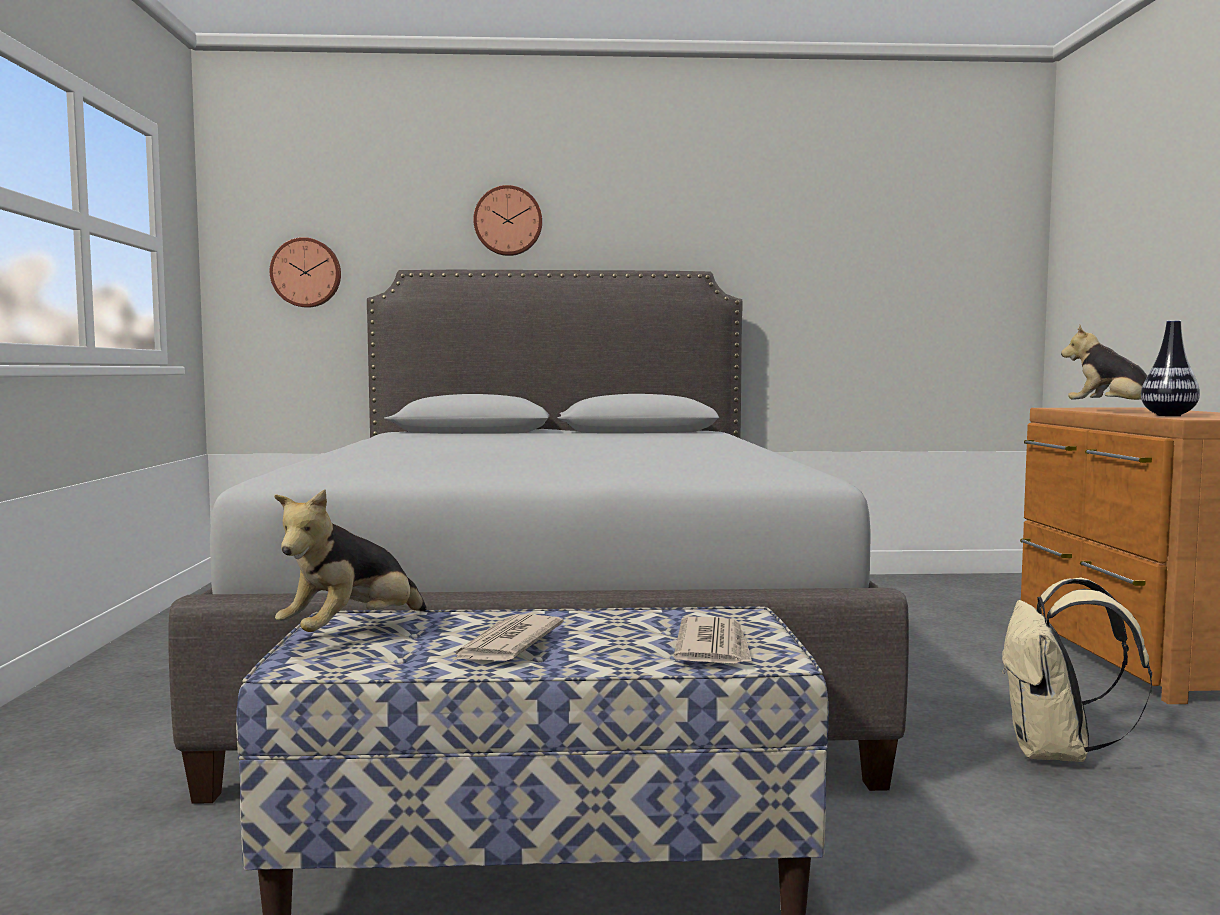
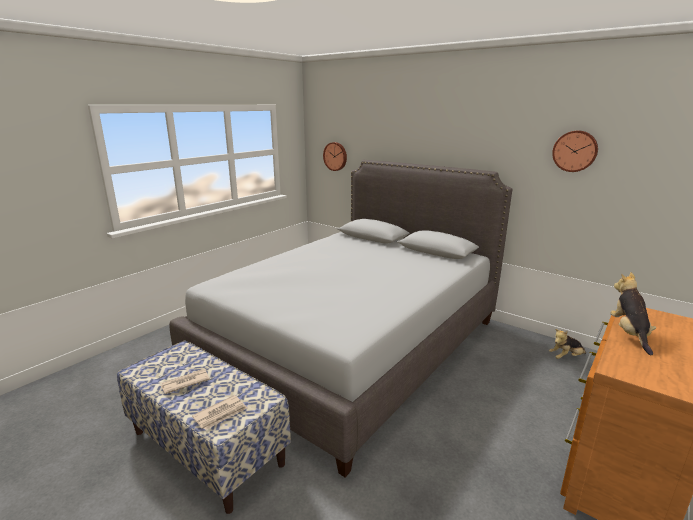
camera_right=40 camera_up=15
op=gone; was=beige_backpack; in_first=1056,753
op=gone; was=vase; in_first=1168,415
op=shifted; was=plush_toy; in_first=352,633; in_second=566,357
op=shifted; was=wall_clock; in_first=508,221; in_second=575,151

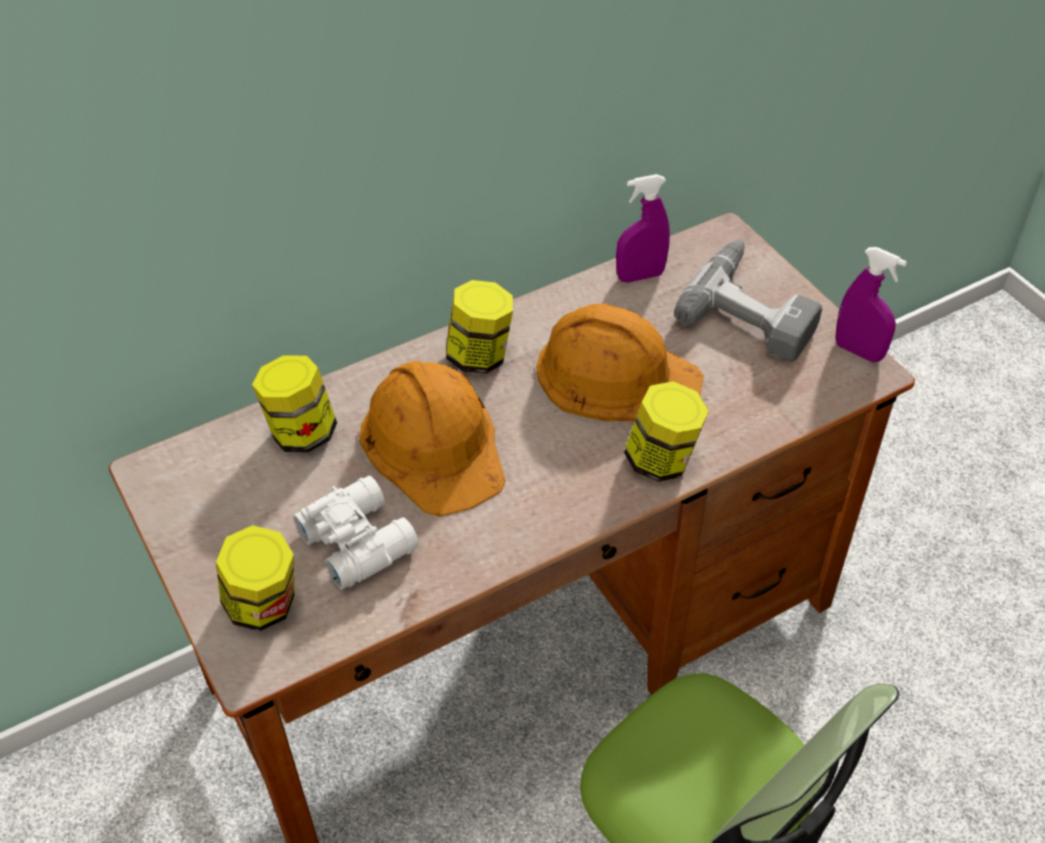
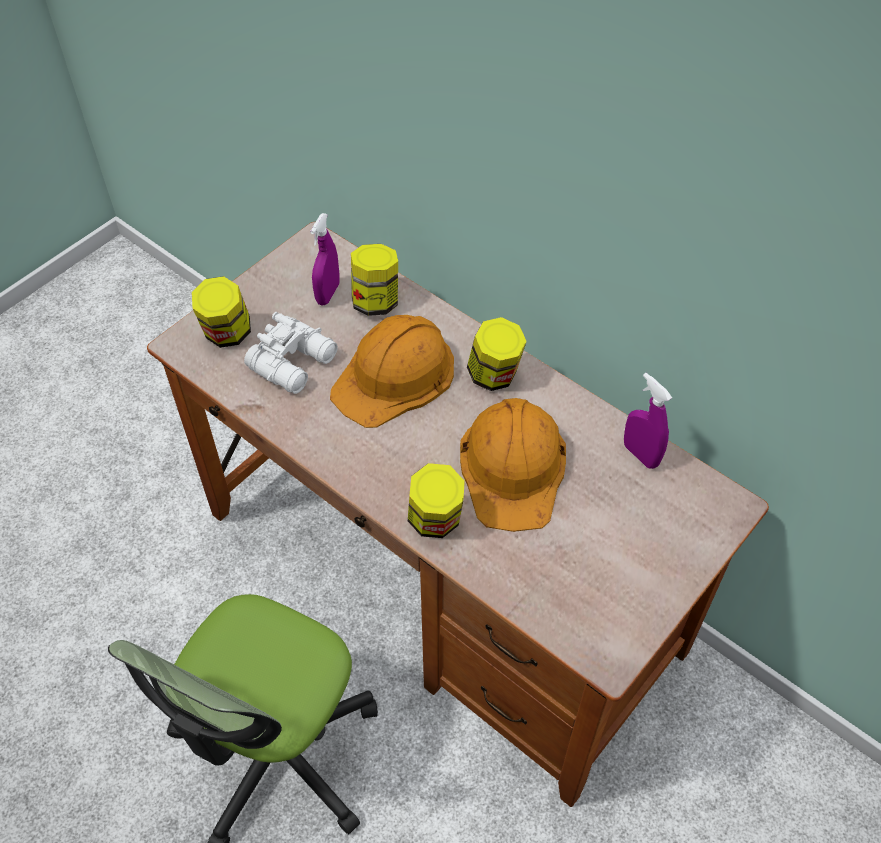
camera_right=70 camera_up=5
op=gone; was=power_drill; in_first=755,308
op=shifted; was=purple_spray_bottle; in_first=858,351; in_second=328,294

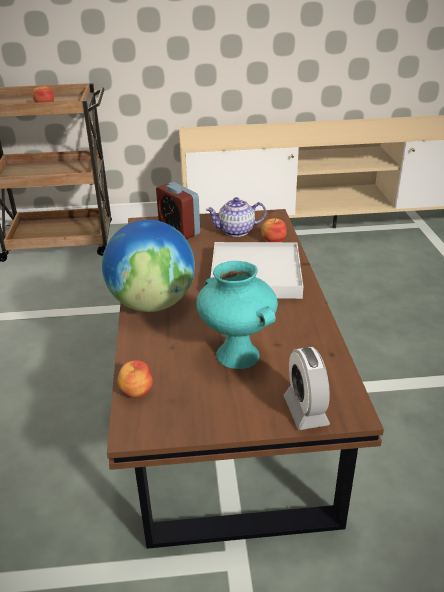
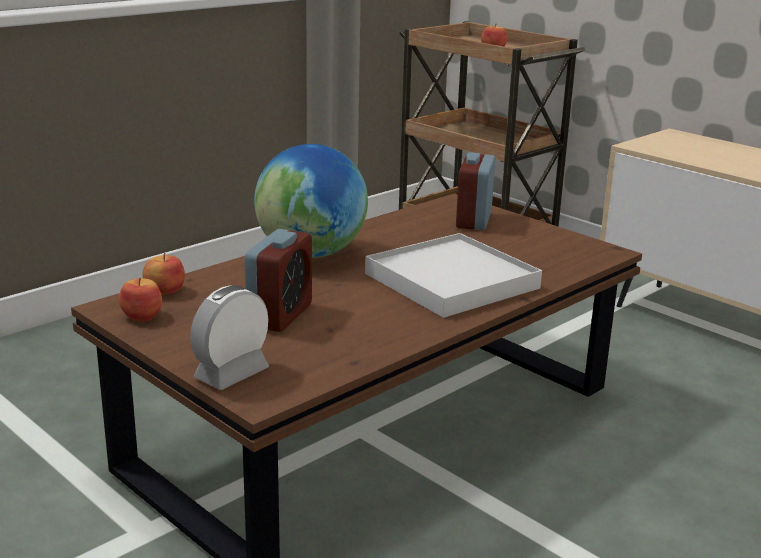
camera_right=50 camera_up=-10
op=gone; was=teapot; in_first=237,231
op=shifted; was=apple; in_first=273,240; in_second=142,316
op=swapped; was=turquoise_vase; now=alarm_clock; in_first=236,355; in_second=280,315

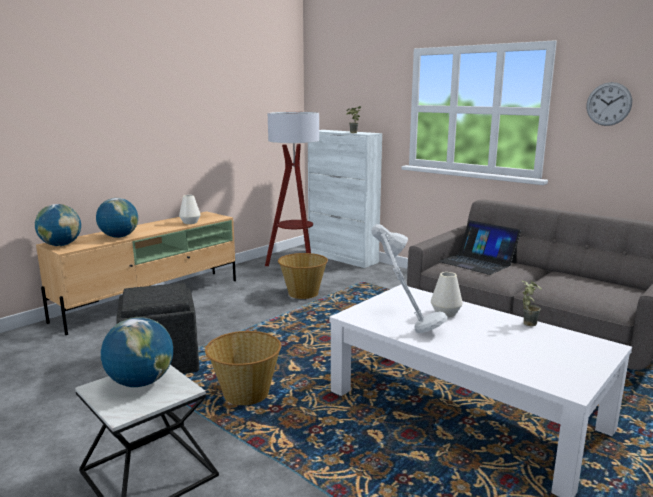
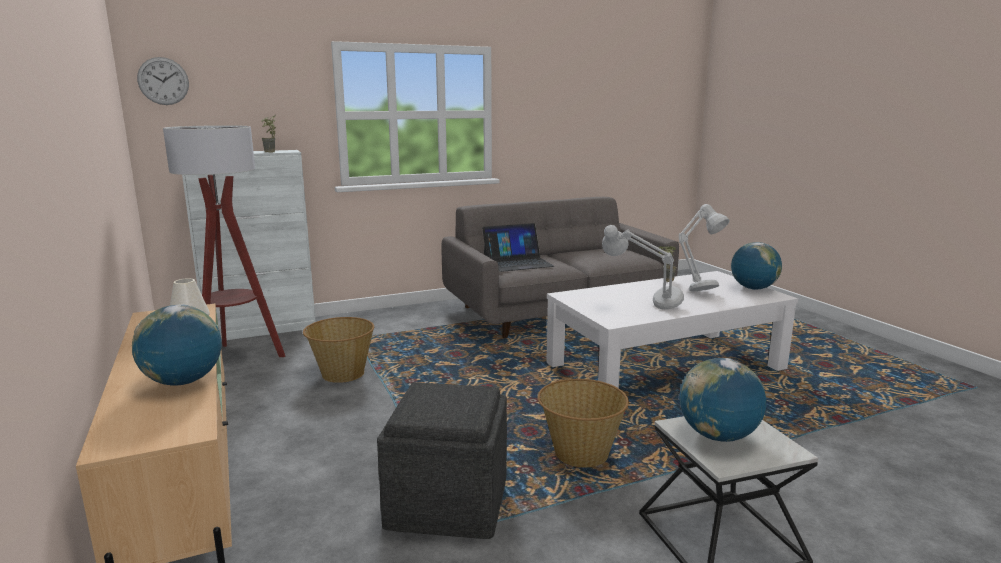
camera_right=-65 camera_up=0
op=gone; was=white_vase; in_first=445,313
op=new; now=grey_table_lamp; in_second=700,286
op=shifted; was=globe; in_first=61,245; in_second=753,288
op=shifted; was=wall_clock; in_first=608,104; in_second=163,81

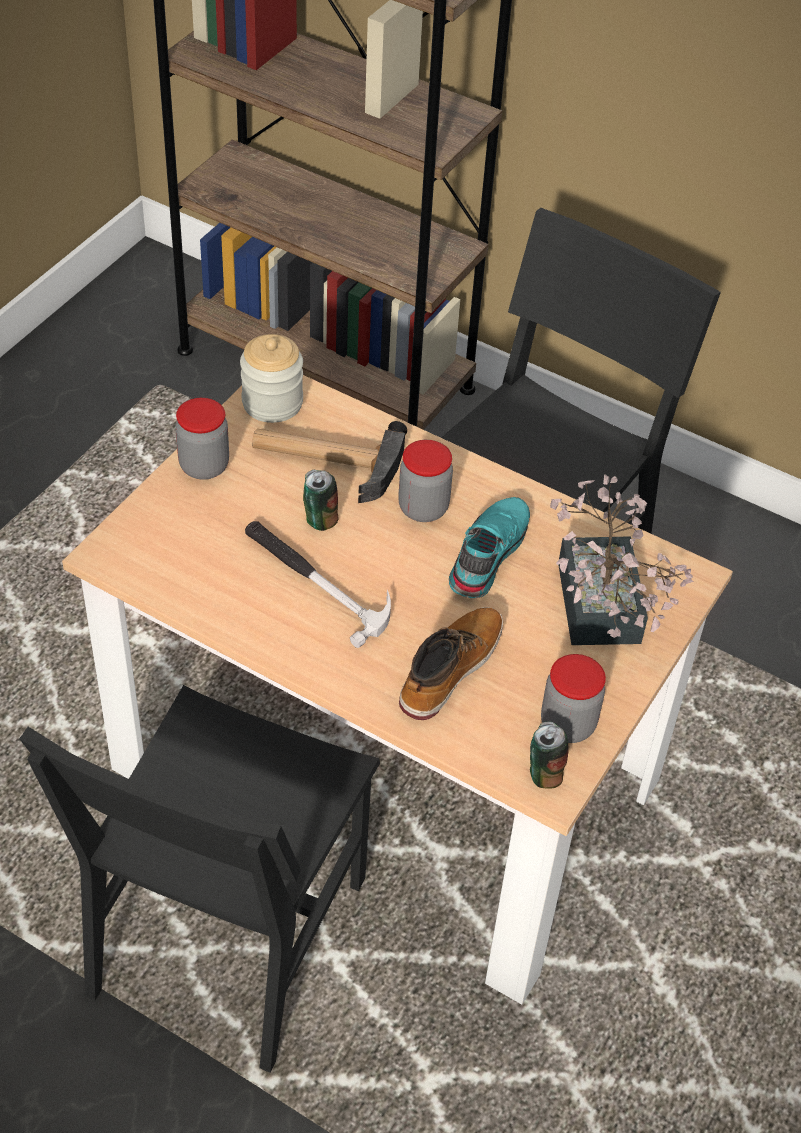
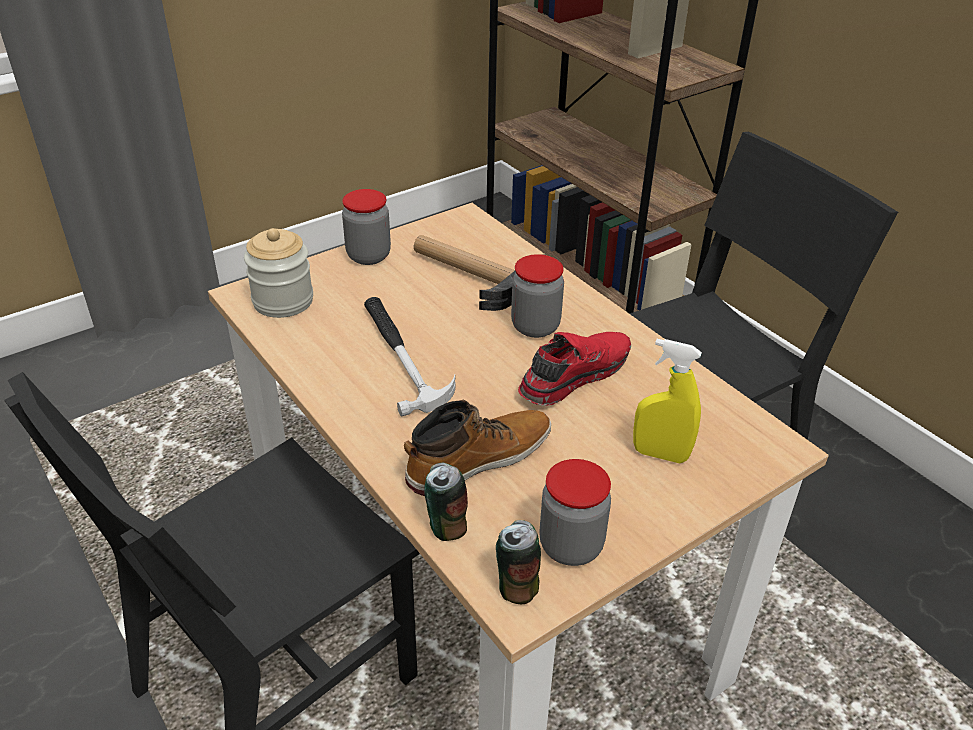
camera_right=25 camera_up=-10
op=shifted; was=jar; in_first=272,403; in_second=283,301
op=shifted; was=can; in_first=319,520; in_second=446,527
op=swapped; was=potted_plant; now=yellow_spray_bottle; in_first=599,614; in_second=660,454
op=repainted; was=turquoise_shoe; now=red_shoe; in_first=486,554; in_second=573,375

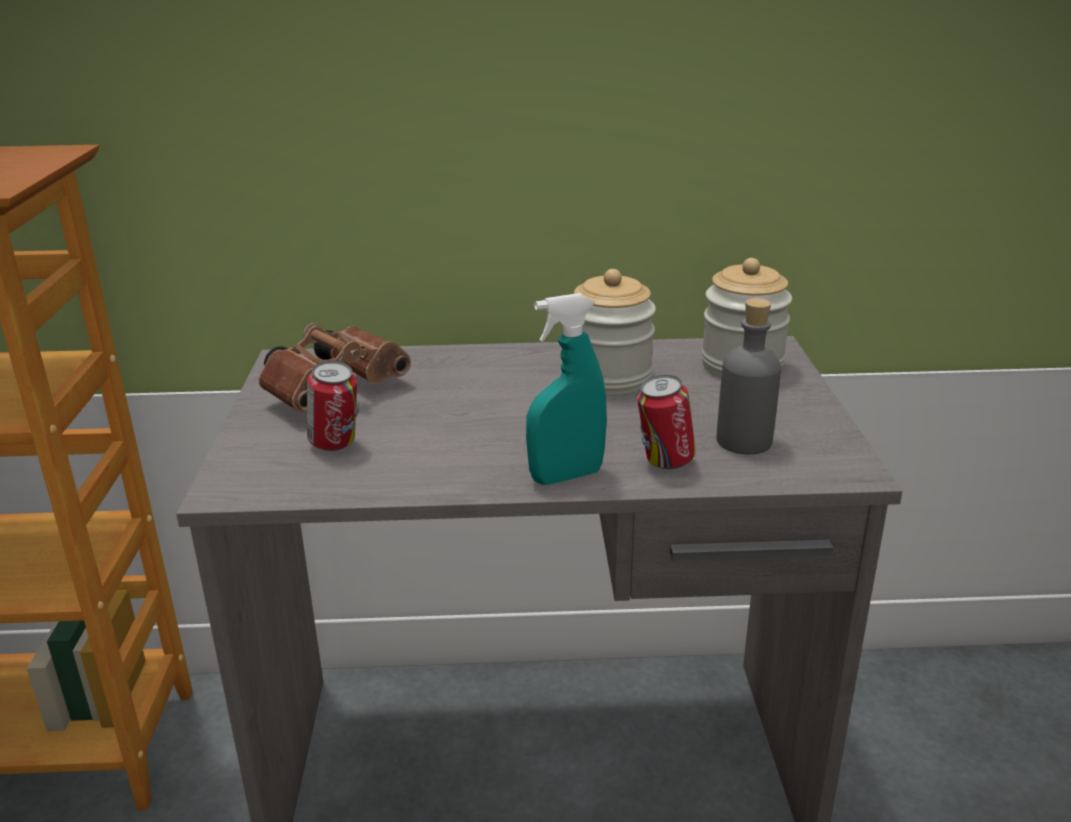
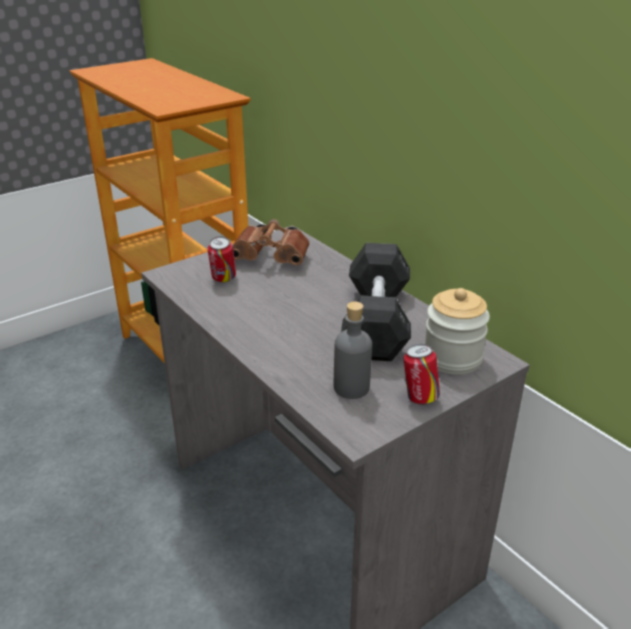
camera_right=55 camera_up=5
op=gone; was=turquoise_spray_bottle; in_first=566,476
op=shifted; was=can; in_first=664,463; in_second=419,398
op=swapped; was=jar; now=grey_dumbbell; in_first=610,378; in_second=376,321

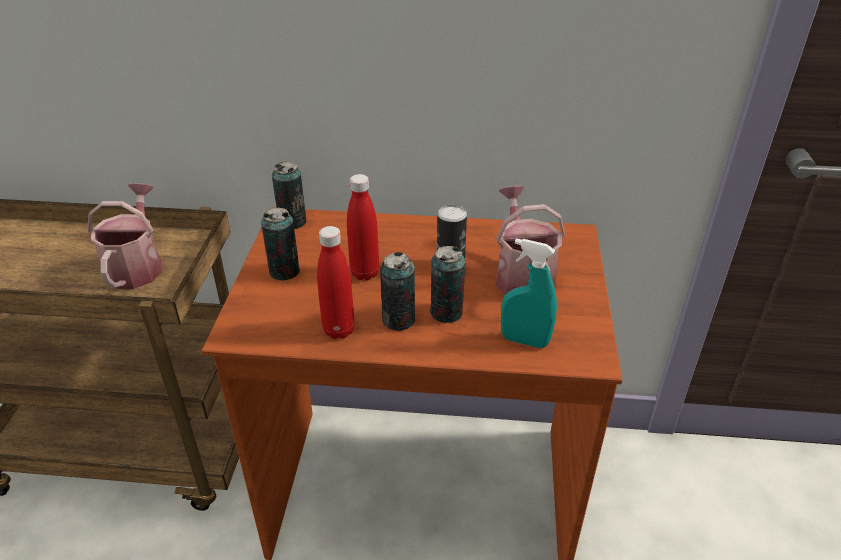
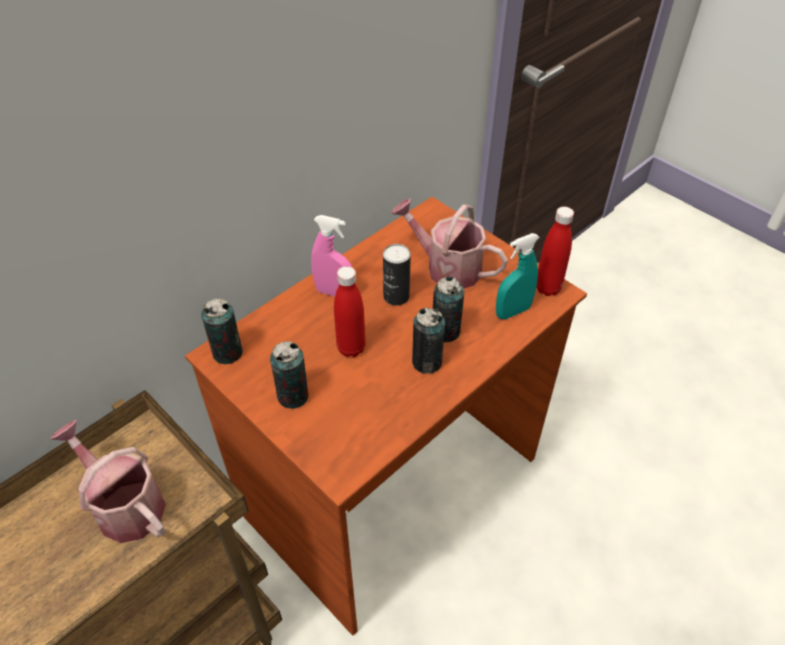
camera_right=-50 camera_up=10
op=new; now=pink_spray_bottle; in_second=334,293
op=shifted; was=red_bottle; in_first=338,330; in_second=547,288

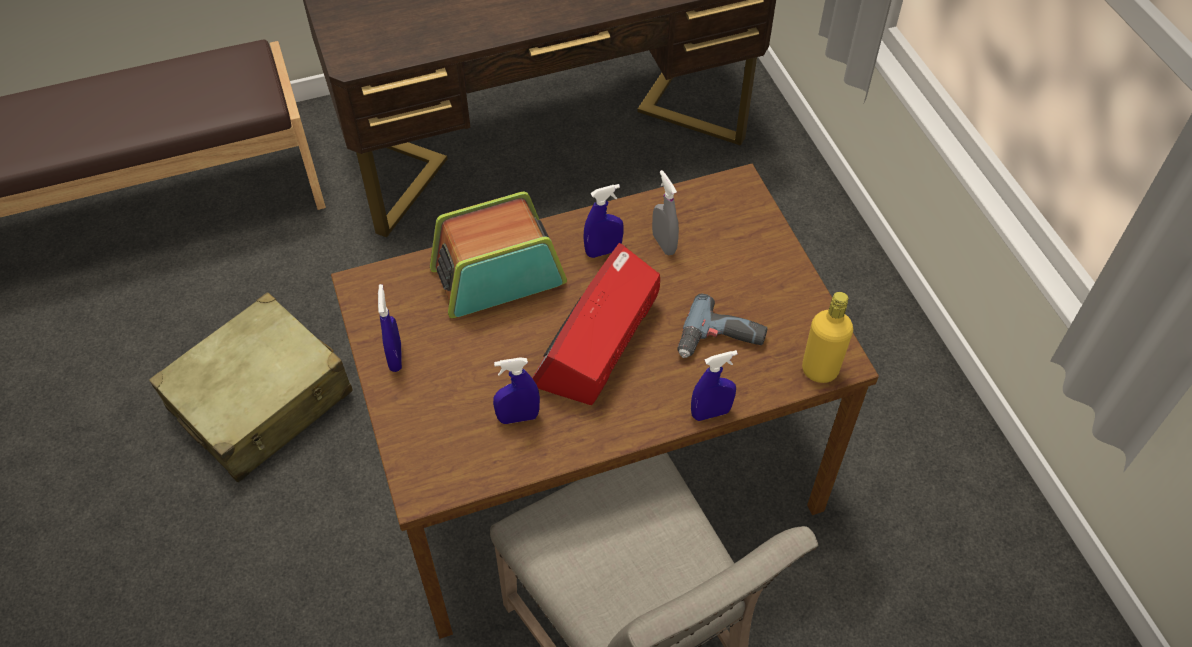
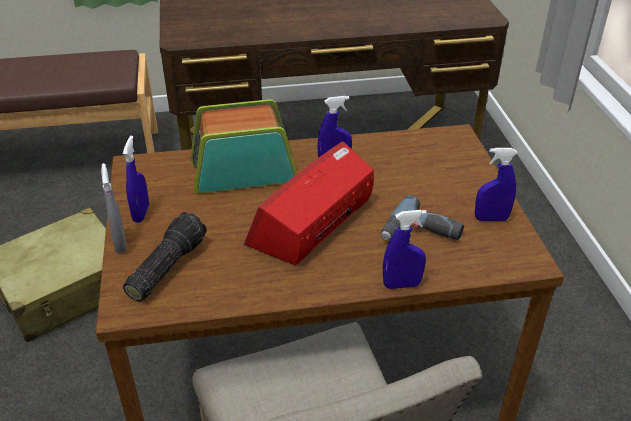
camera_right=10 camera_up=-15
op=gone; was=yellow_bottle; in_first=819,370
op=new; now=flashlight; in_second=166,267
op=shifted; was=blue_spray_bottle; in_first=518,417; in_second=491,219
op=shifted; was=grey_spray_bottle; in_first=664,244; in_second=120,243

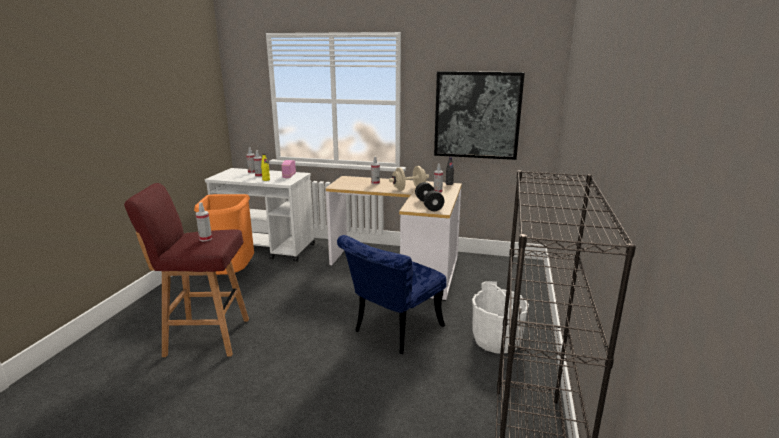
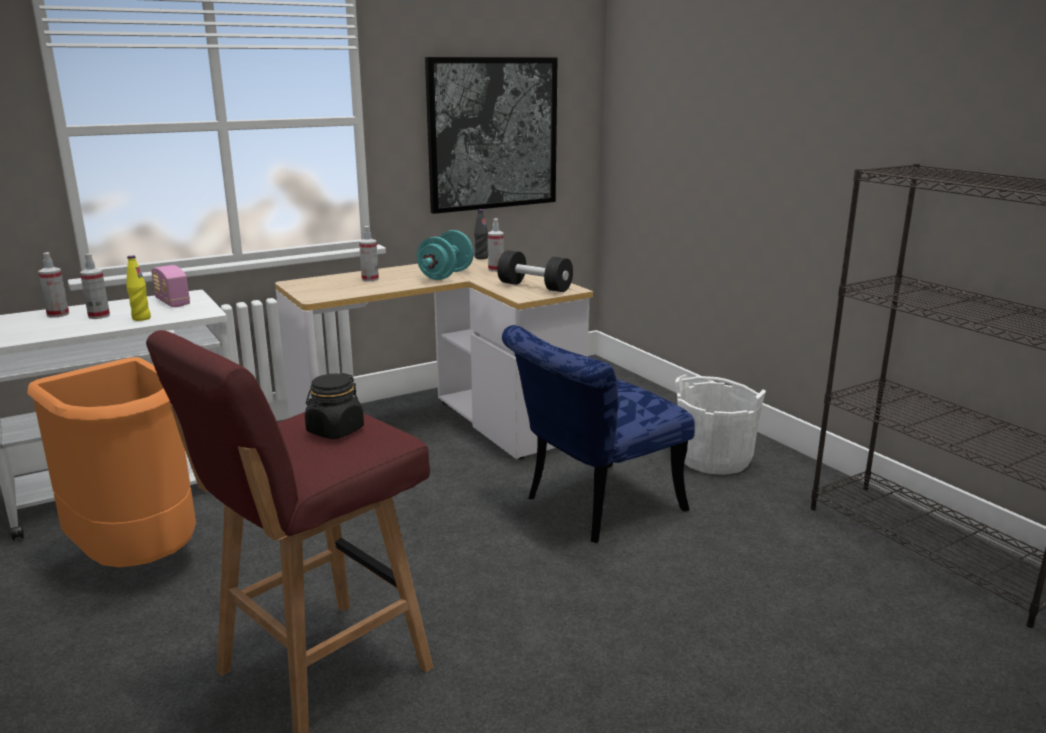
camera_right=-45 camera_up=0
op=swapped; was=spray_bottle; now=black_jar; in_first=205,239; in_second=335,431
op=repainted; was=beige_dumbbell; now=turquoise_dumbbell; in_first=409,189; in_second=446,275
op=rotated; was=blue_chair; in_first=392,331; in_second=592,507; clockwise=60

